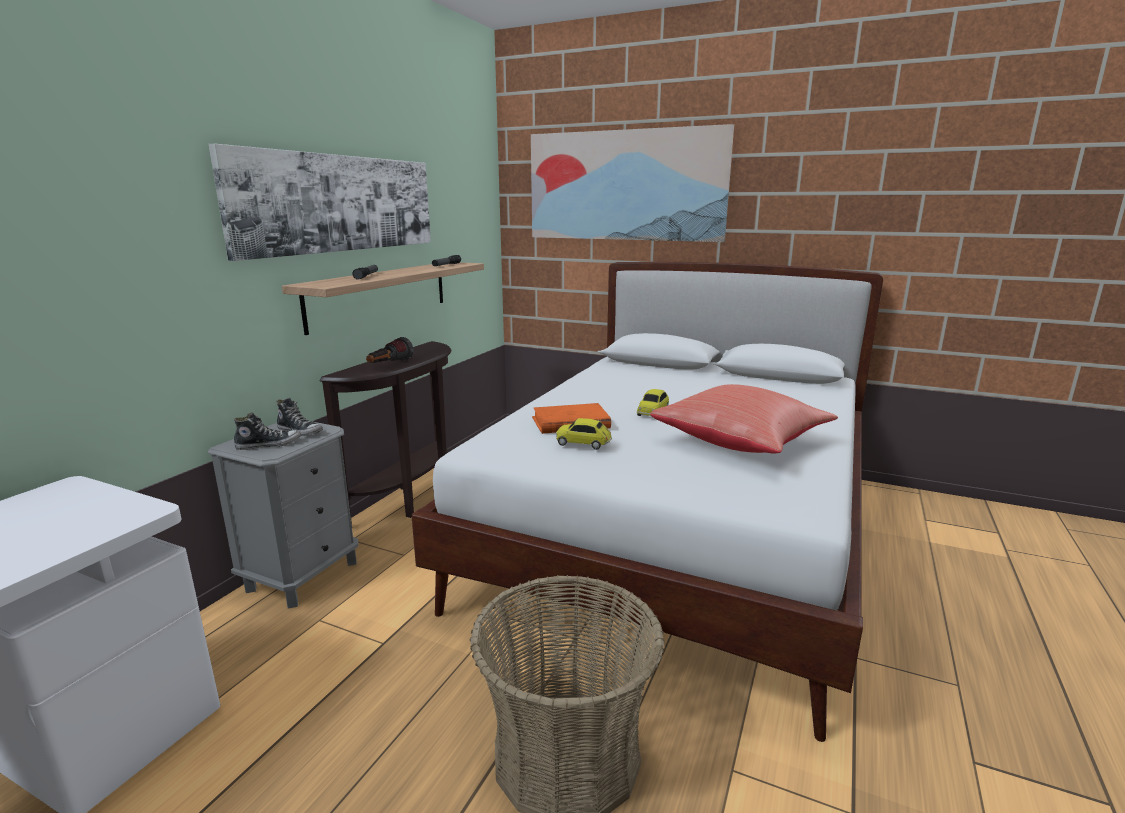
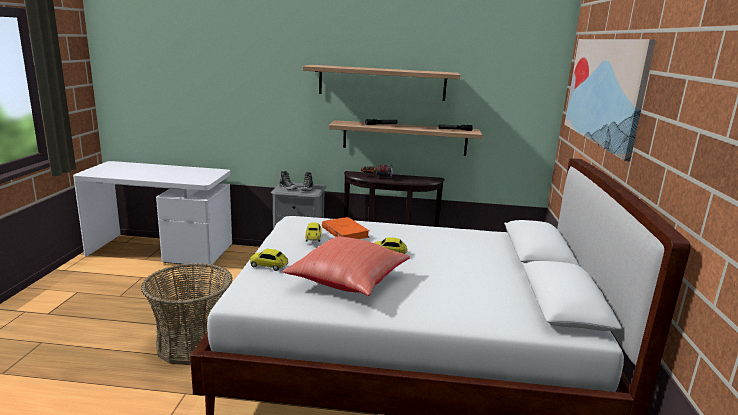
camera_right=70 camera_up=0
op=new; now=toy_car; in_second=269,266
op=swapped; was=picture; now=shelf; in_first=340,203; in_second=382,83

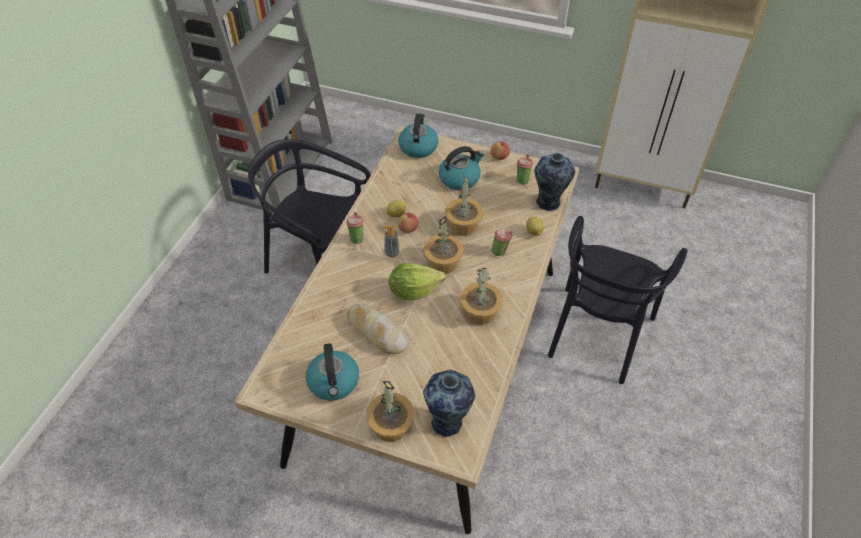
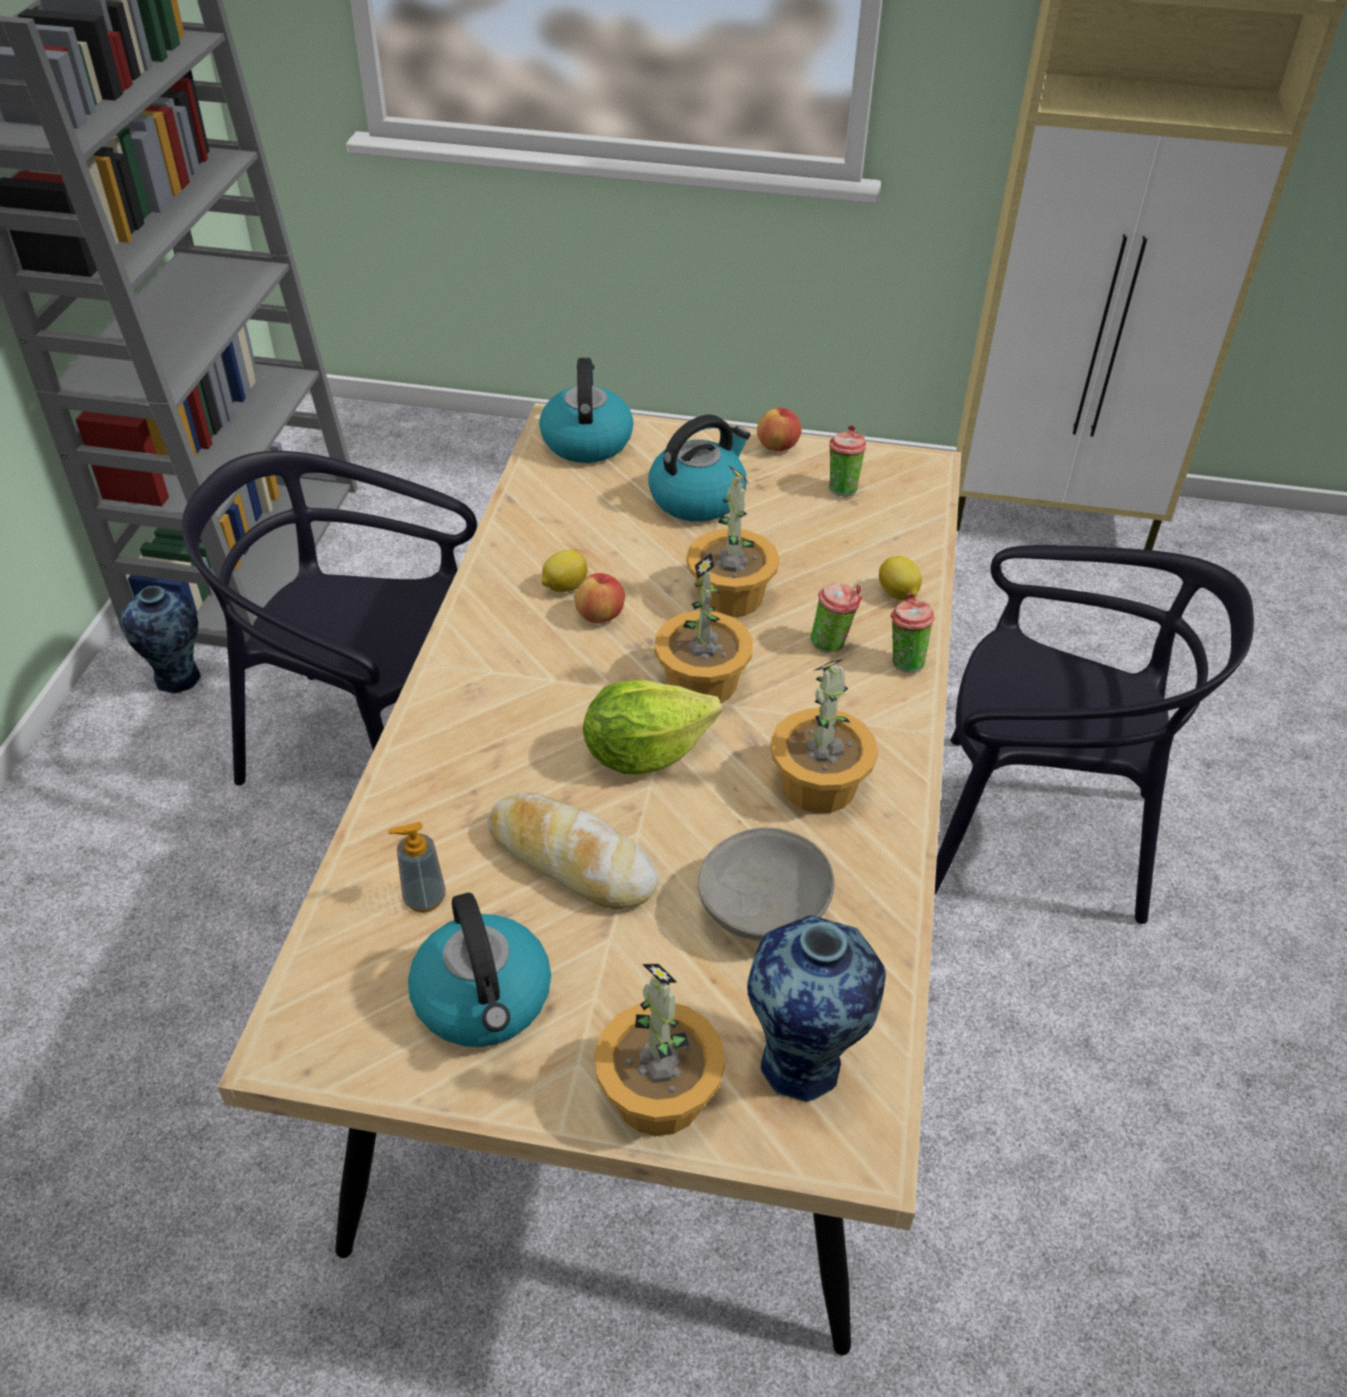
camera_right=-10 camera_up=-5
op=new; now=grey_bowl; in_second=764,910
op=shifted; was=cup; in_first=356,238; in_second=904,661
op=shifted; was=soap_dispenser; in_first=392,253; in_second=424,898
op=shifted; was=vase; in_first=549,203; in_second=178,679
op=rotated; was=black_chair; in_first=598,333; in_second=1036,833; clockwise=-90

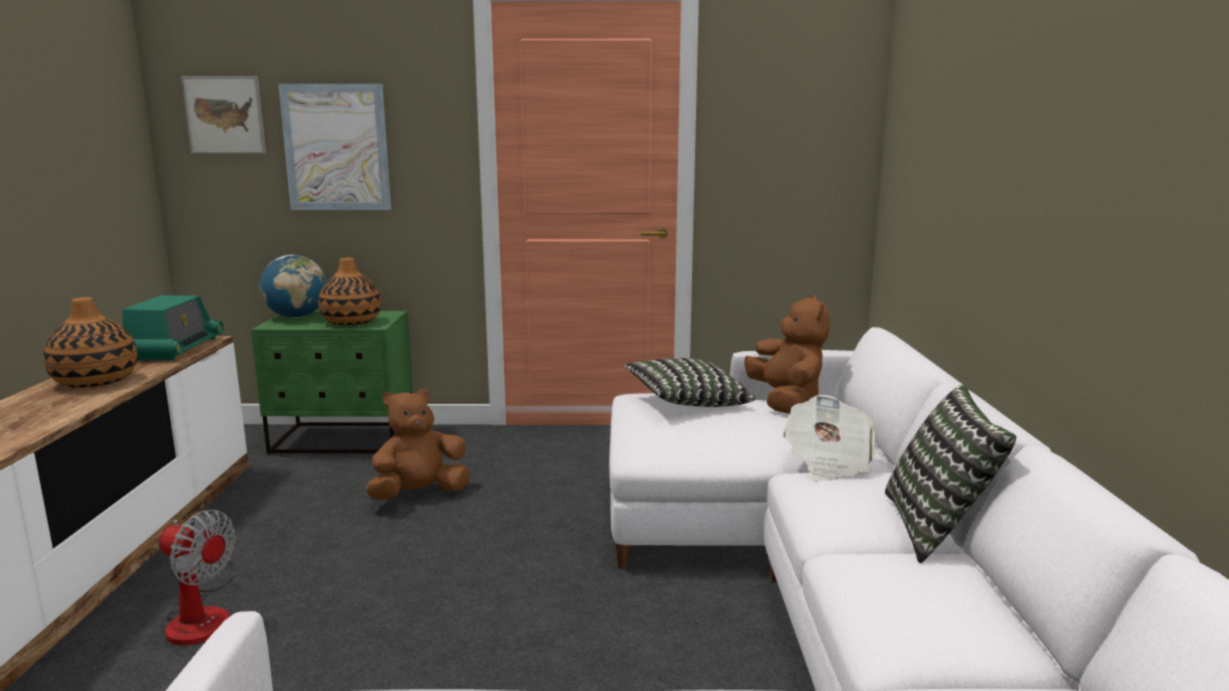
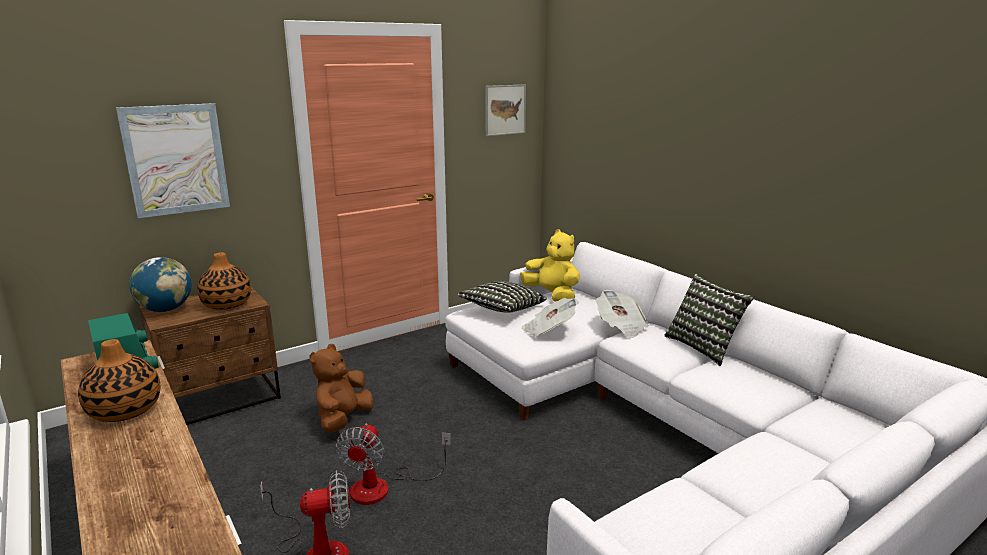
camera_right=-35 camera_up=5
op=new; now=fan; in_second=383,487
op=new; now=newspaper; in_second=549,330
op=shifted; was=picture; in_first=224,115; in_second=505,110
op=repainted; was=green_nightstand; now=brown_nightstand; in_first=344,440; in_second=221,400
op=repainted; was=brown_plush_toy; now=yellow_plush_toy; in_first=786,402; in_second=552,296

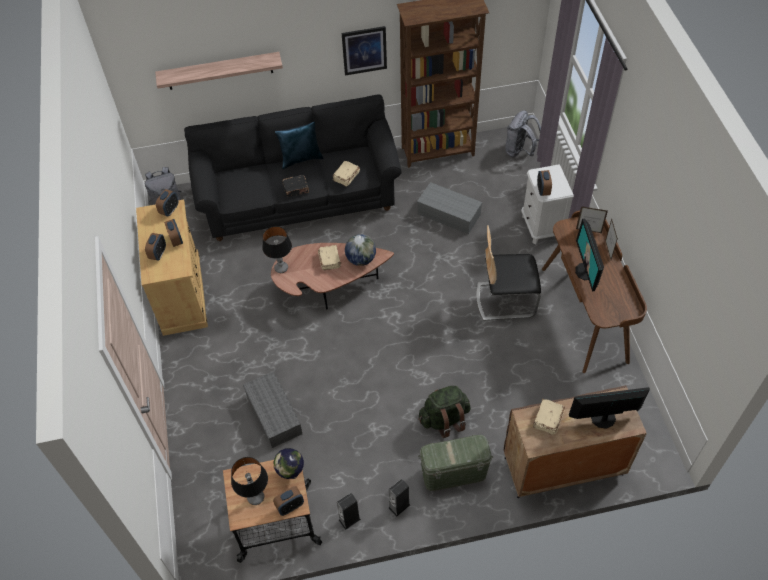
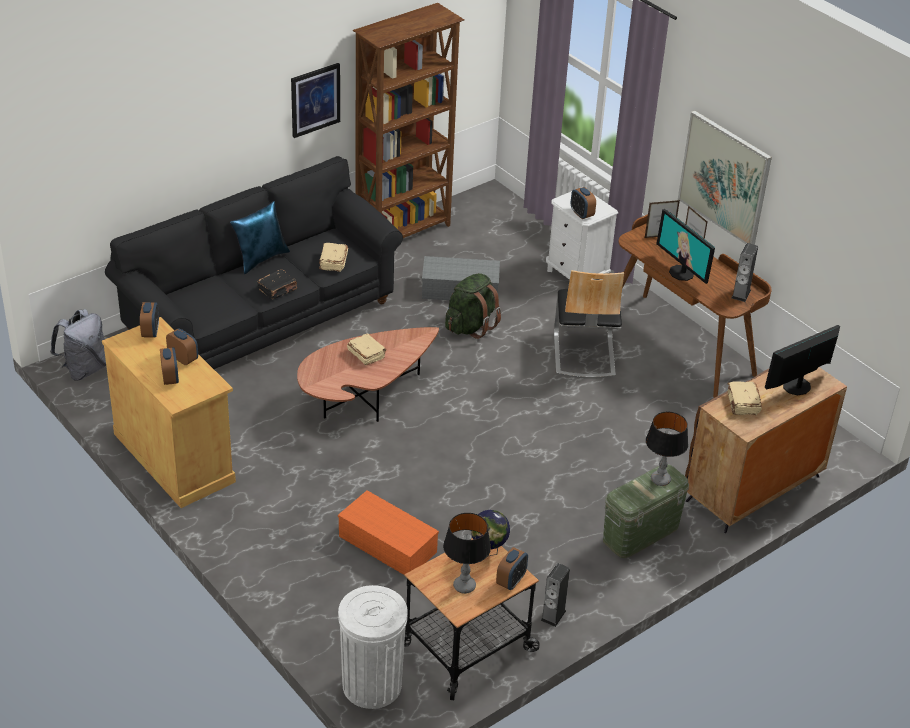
camera_right=-30 camera_up=-15
op=gone; was=shelf; in_first=219,71
op=gone; was=globe; in_first=361,259
op=gone; was=grey_backpack; in_first=520,151
op=new; now=white_trash_can; in_second=371,685
op=new; now=picture; in_second=724,178
op=shifted; was=table_lamp; in_first=281,268; in_second=660,480
op=shifted; was=speaker; in_first=399,506; in_second=741,294
op=shifted; was=green_backpack; in_first=444,419; in_second=470,326
op=repainted; was=grey_storage_box; now=orange_storage_box; in_first=275,415; in_second=389,544
op=rotated; was=chair; in_first=505,299; in_second=583,354; clockwise=-60

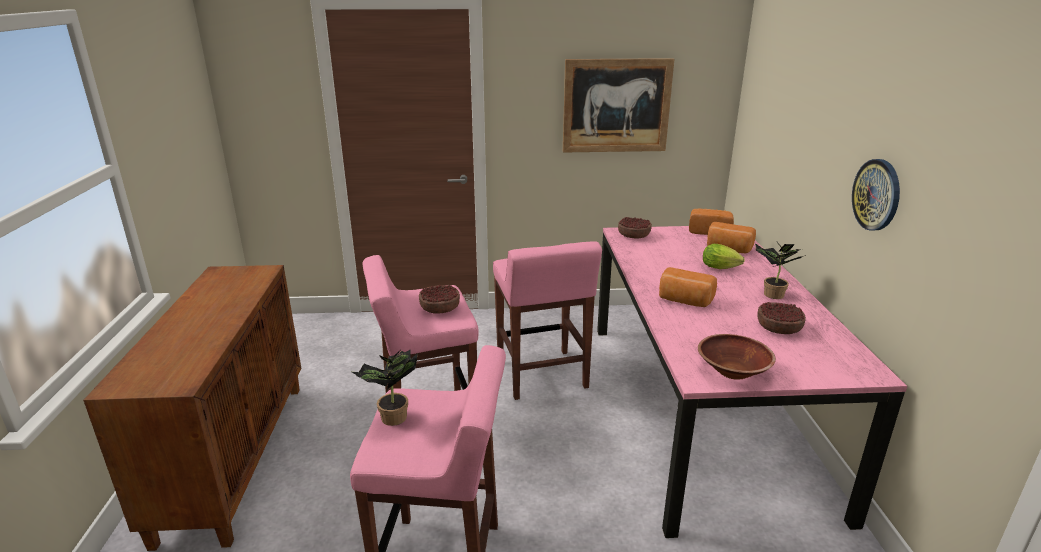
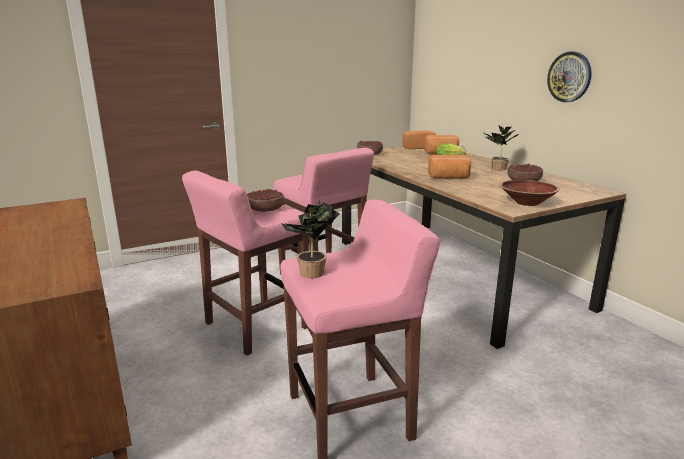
camera_right=-25 camera_up=-5
op=gone; was=picture; in_first=616,106
op=repainted; was=pink_dining_table; now=brown_dining_table; in_first=702,409; in_second=453,272

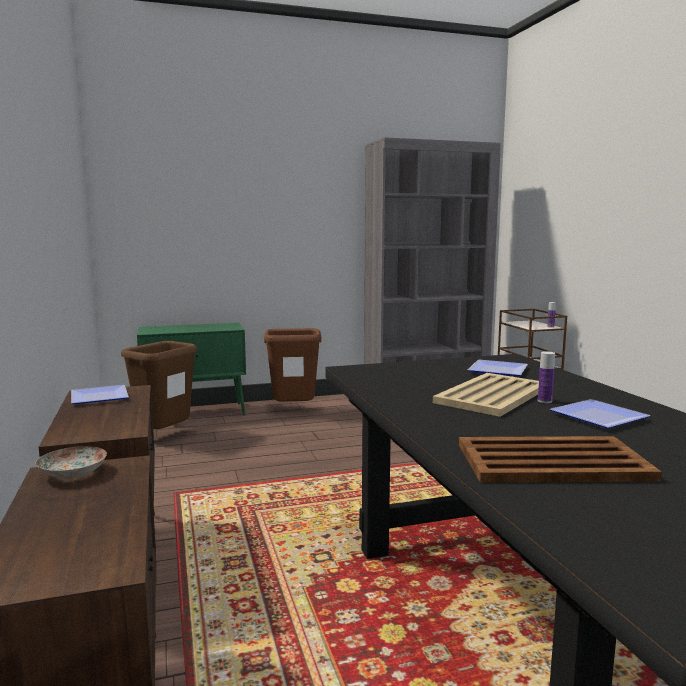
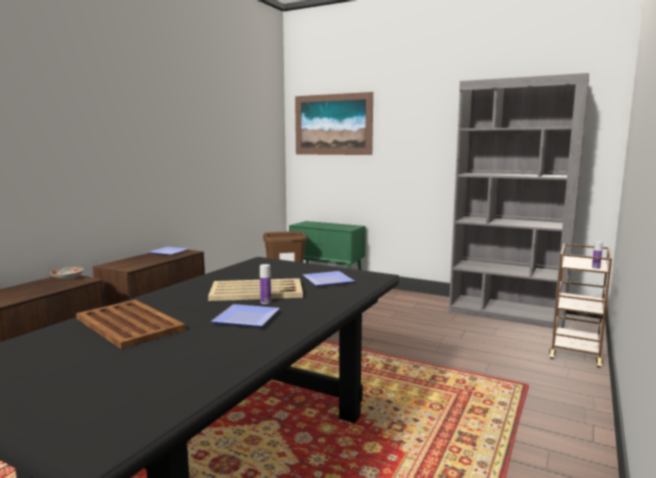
camera_right=45 camera_up=0
op=gone; was=brown_trash_can; in_first=294,411
op=new; now=picture; in_second=333,124

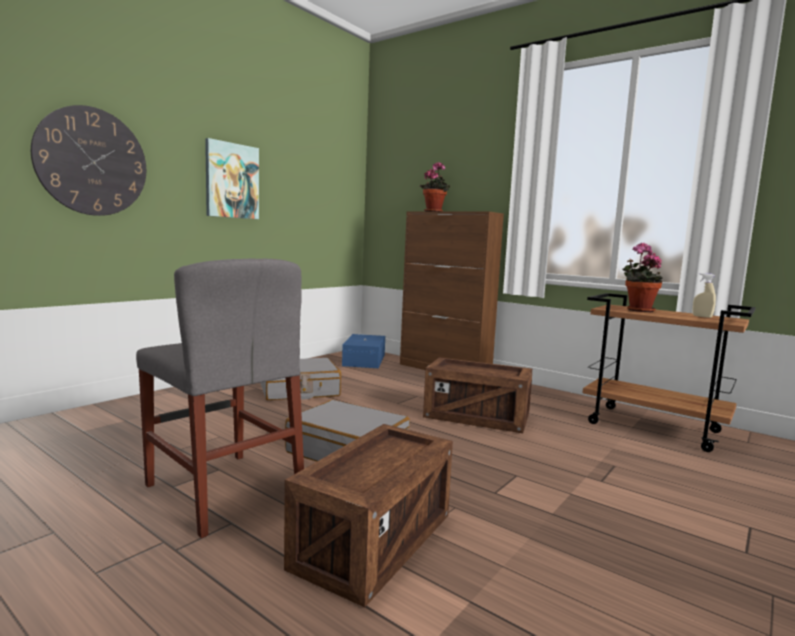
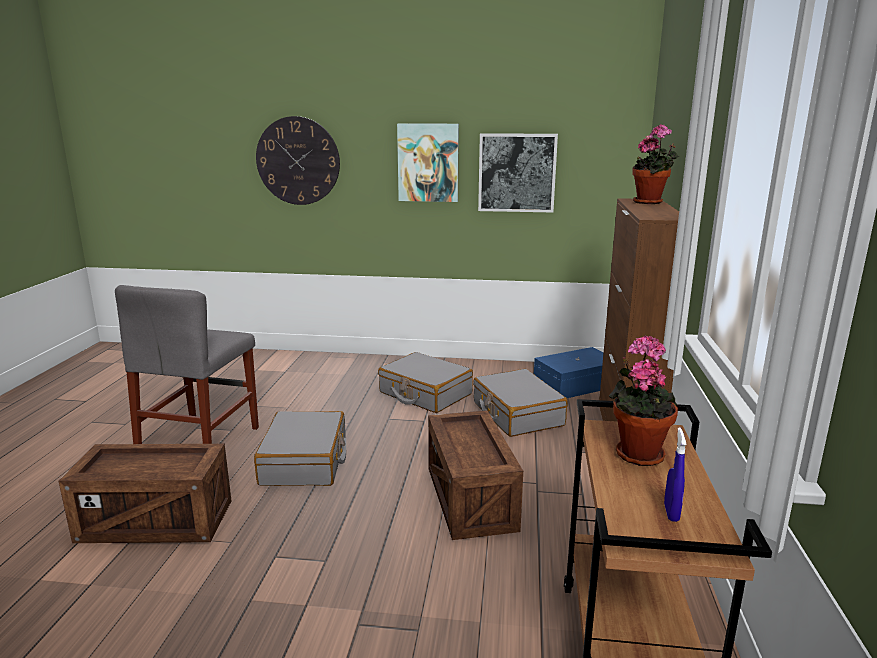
camera_right=60 camera_up=10
op=new; now=grey_suitcase; in_second=517,414
op=new; now=picture; in_second=517,173
op=repainted; was=beige_spray_bottle; now=blue_spray_bottle; in_first=702,316; in_second=671,513

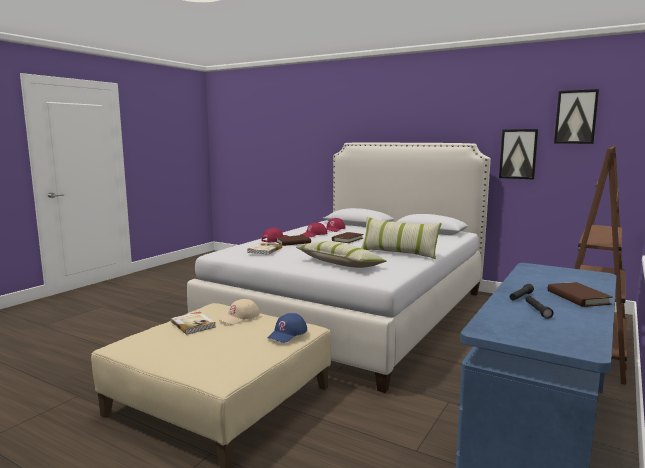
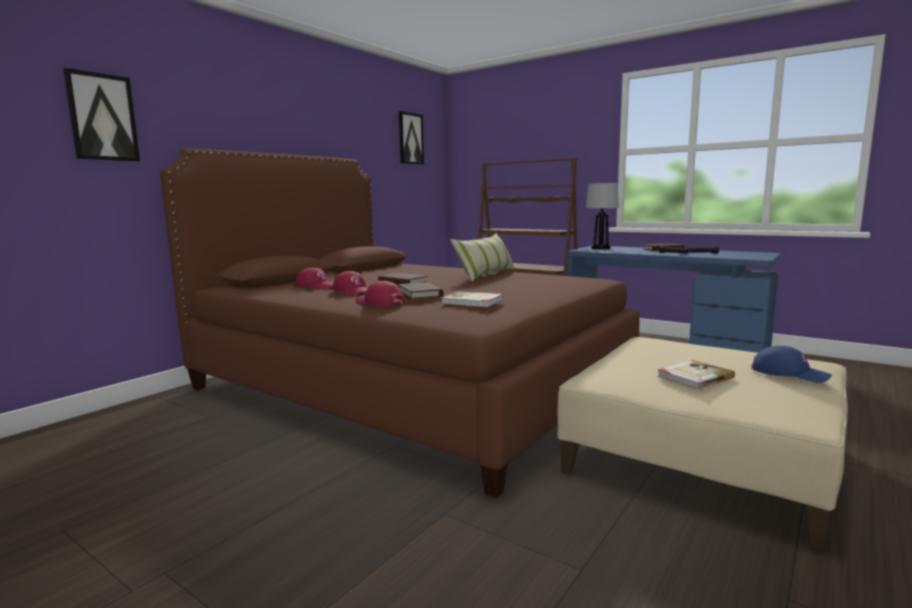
camera_right=-85 camera_up=0
op=gone; was=beige_cap; in_first=240,317
op=gone; was=pillow; in_first=340,264
op=new; now=table_lamp; in_second=601,248
op=shifted; was=blue_cap; in_first=287,334; in_second=789,373
op=shifted; was=picture; in_first=518,154; in_second=102,117
op=repainted; was=white_bed; now=brown_bed; in_first=353,313; in_second=408,385

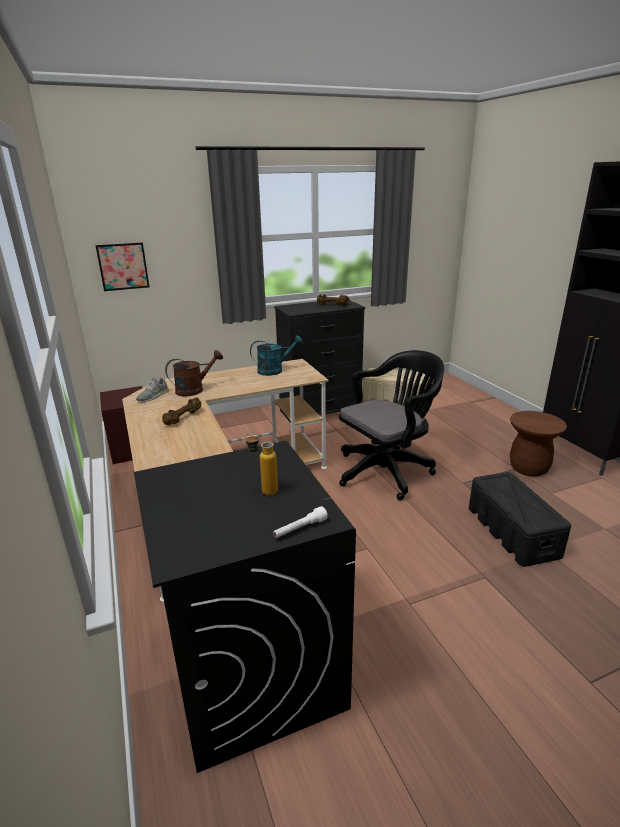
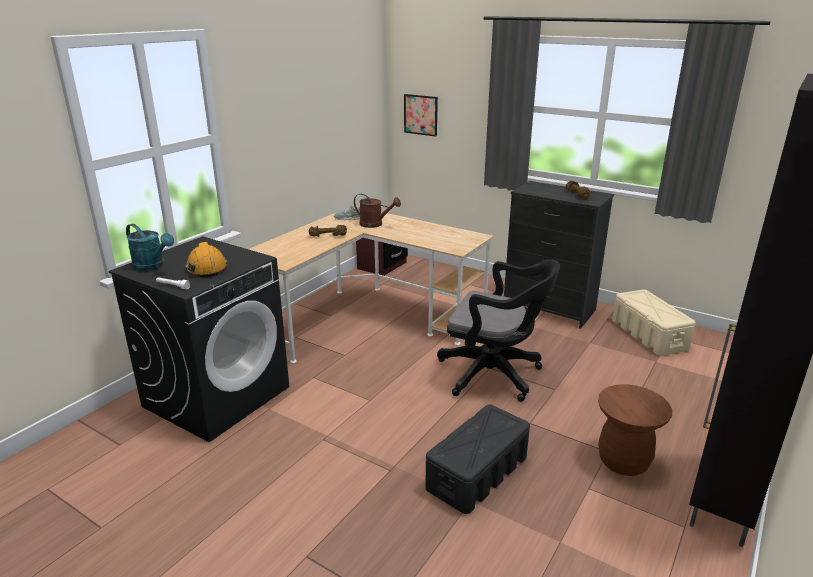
camera_right=55 camera_up=0
op=shifted; was=turquoise_watering_can; in_first=274,370; in_second=153,266
op=swapped; was=bottle; now=orange_hard_hat; in_first=263,490; in_second=206,268

